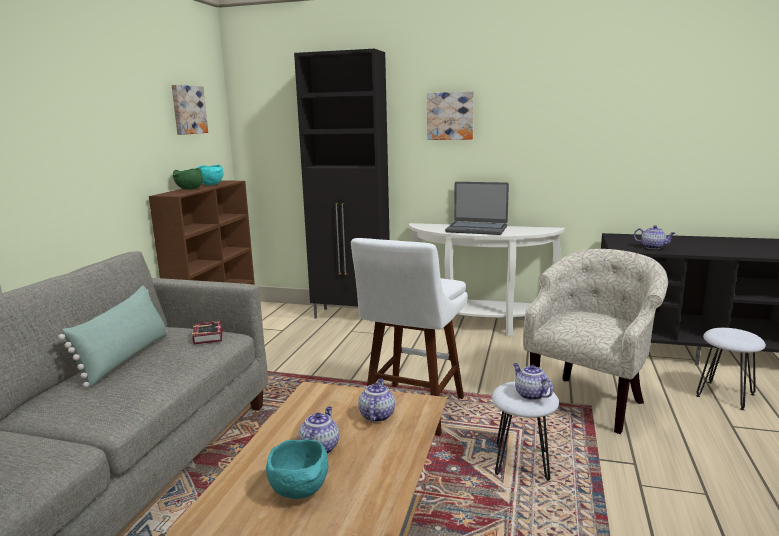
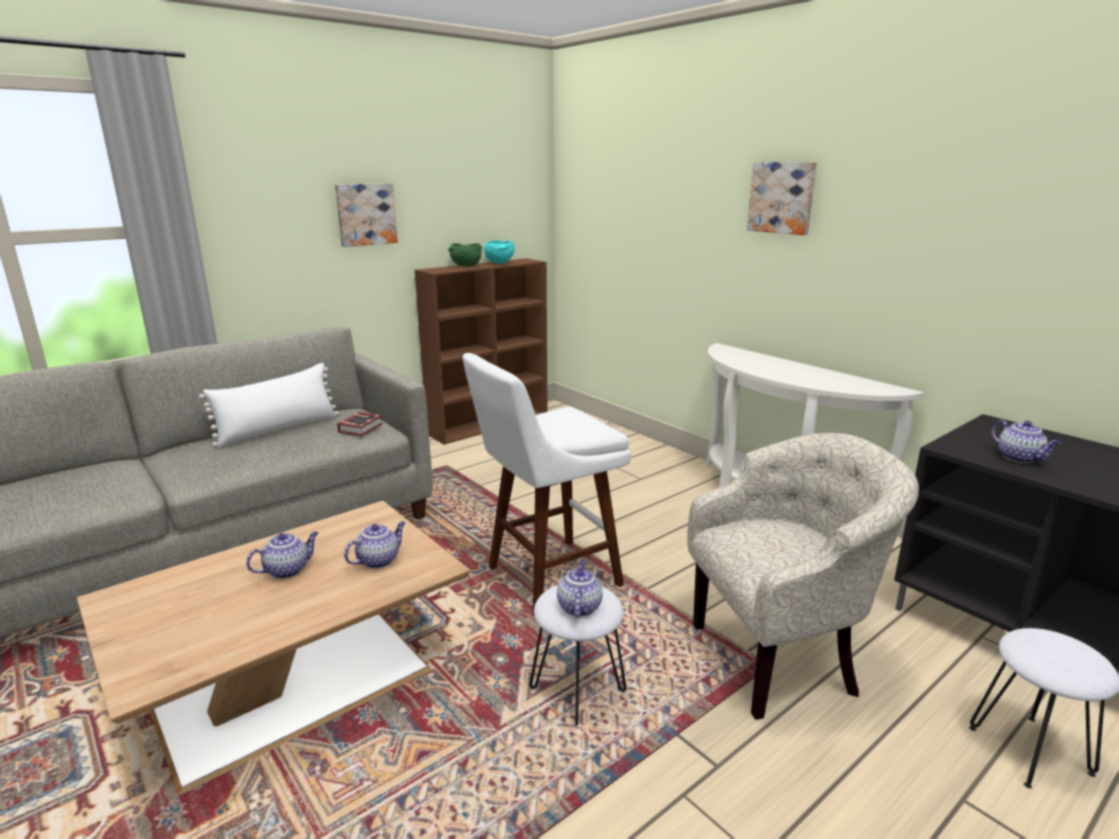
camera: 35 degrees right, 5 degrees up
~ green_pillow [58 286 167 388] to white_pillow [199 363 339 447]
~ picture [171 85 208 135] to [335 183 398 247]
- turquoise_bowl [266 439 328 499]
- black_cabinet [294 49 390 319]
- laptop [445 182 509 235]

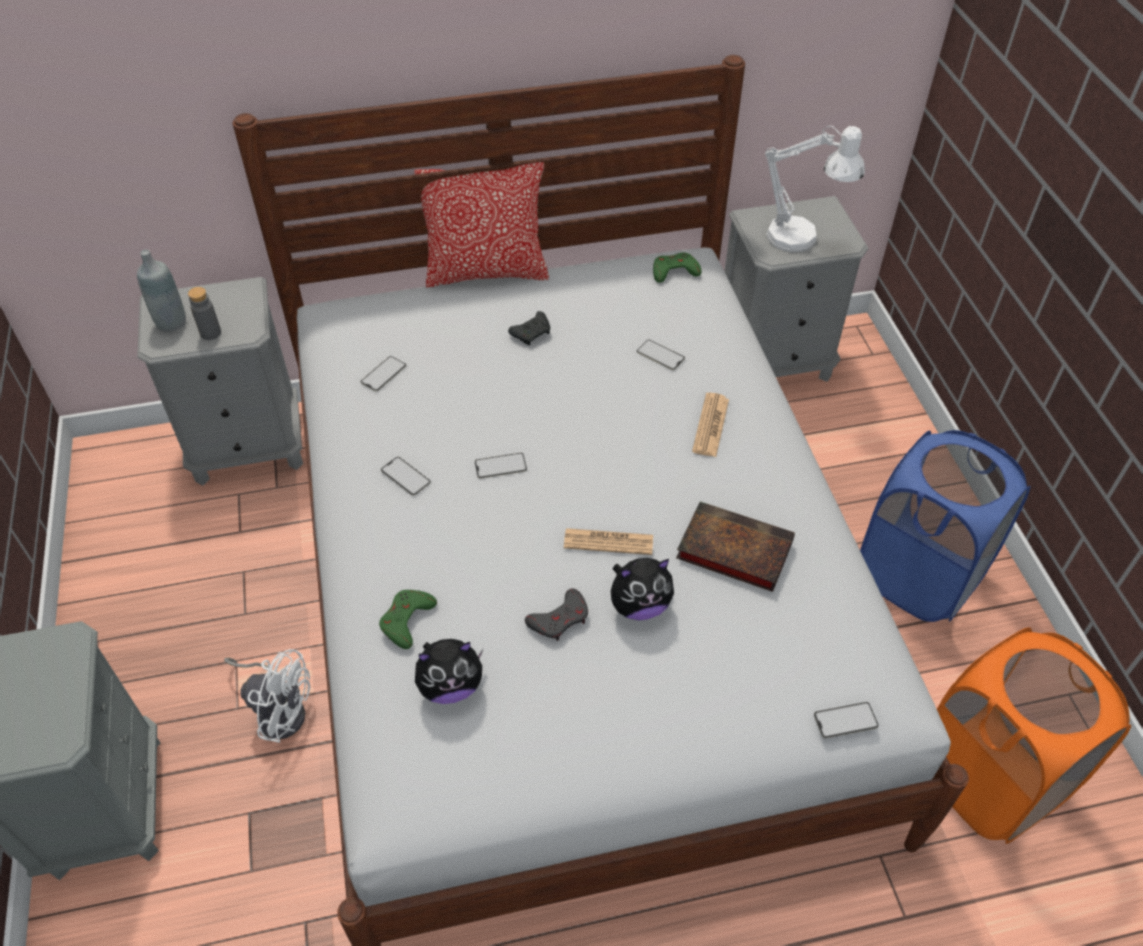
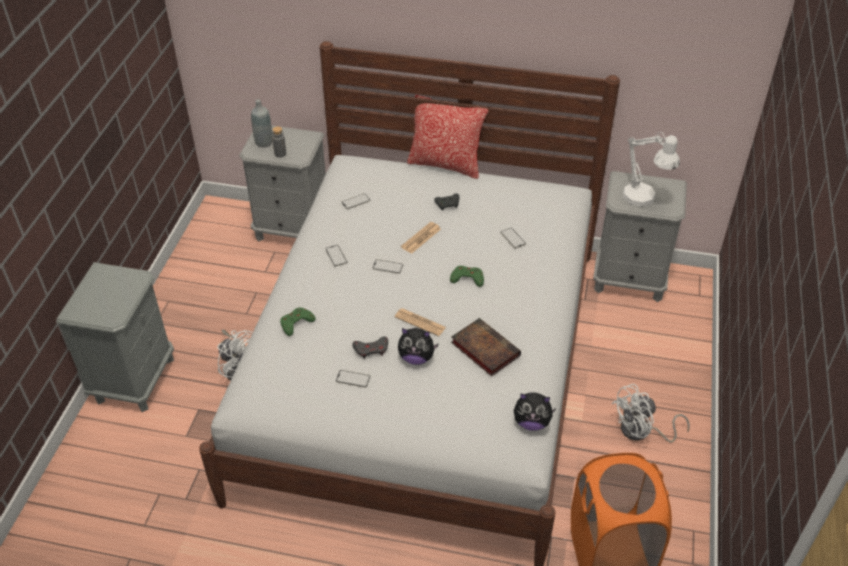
camera: 25 degrees right, 5 degrees down
~ phone [814 702 879 739] to [336 370 370 388]
~ newspaper [692 393 729 457] to [401 222 441 254]
~ green_game_controller [653 252 702 283] to [450 266 484 287]
~ plush_toy [415 639 483 704] to [514 393 556 431]
~ blue_laundry_basket [860 430 1031 622] to white_fan [611 384 690 442]

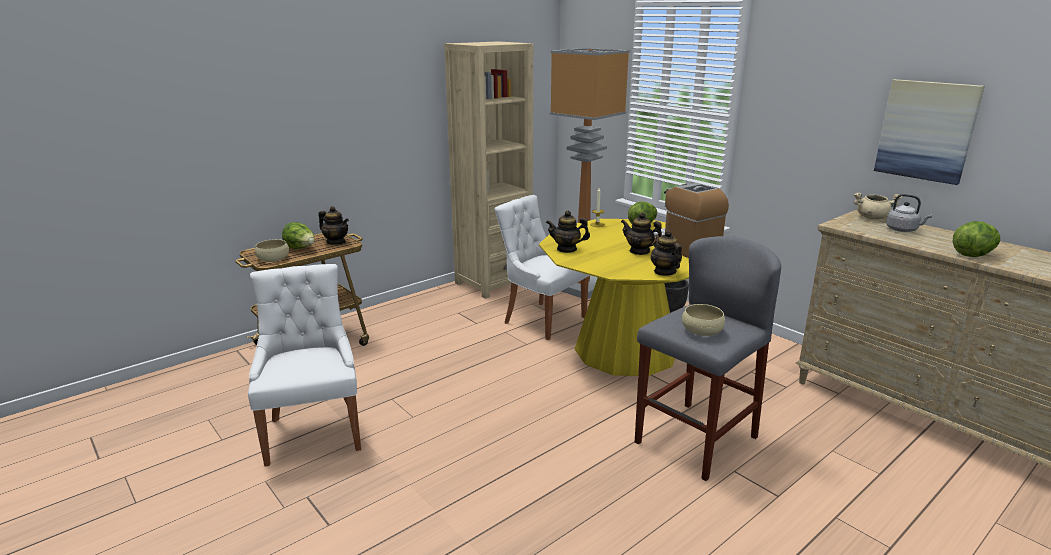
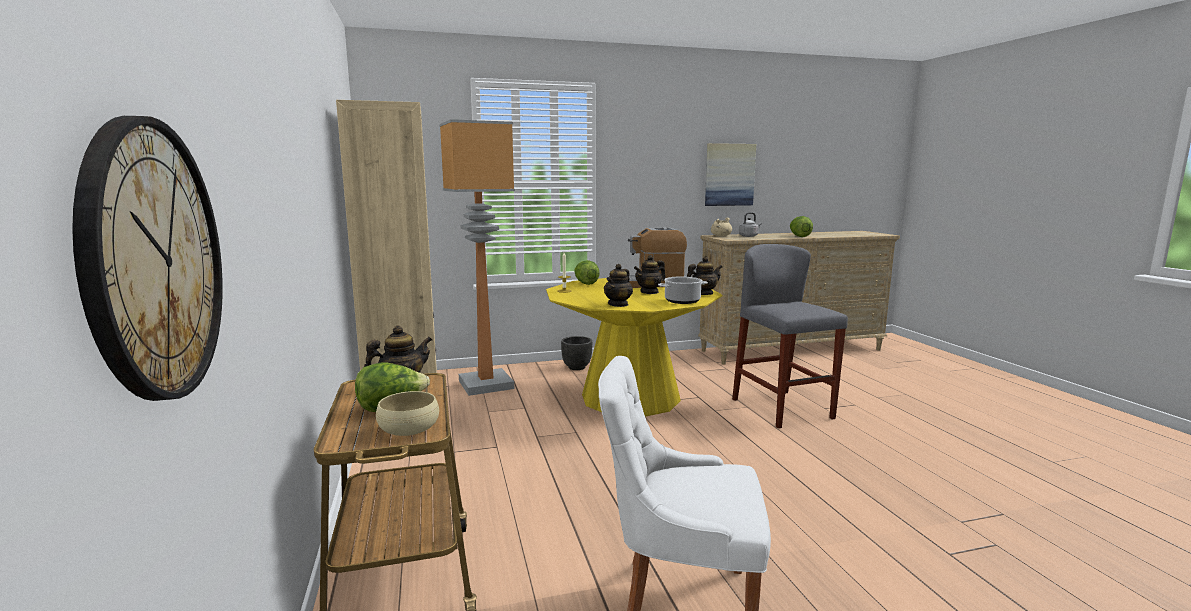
camera: 65 degrees left, 10 degrees down
+ wall_clock [72 116 223 401]
+ cooking_pot [658 277 708 304]
~ teapot [651 230 682 276] = [687 256 722 295] 150 degrees clockwise
- white_chair [495 195 590 340]
- beige_bowl [682 304 725 336]

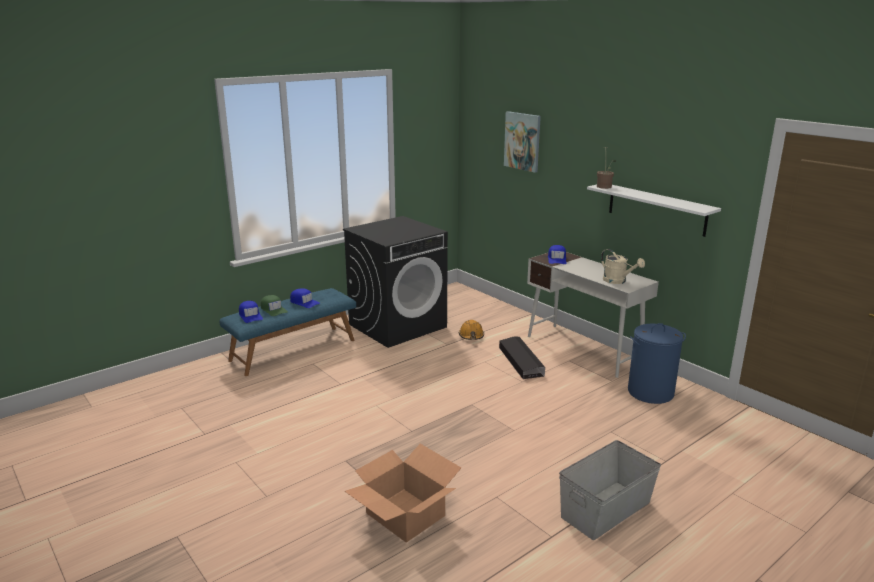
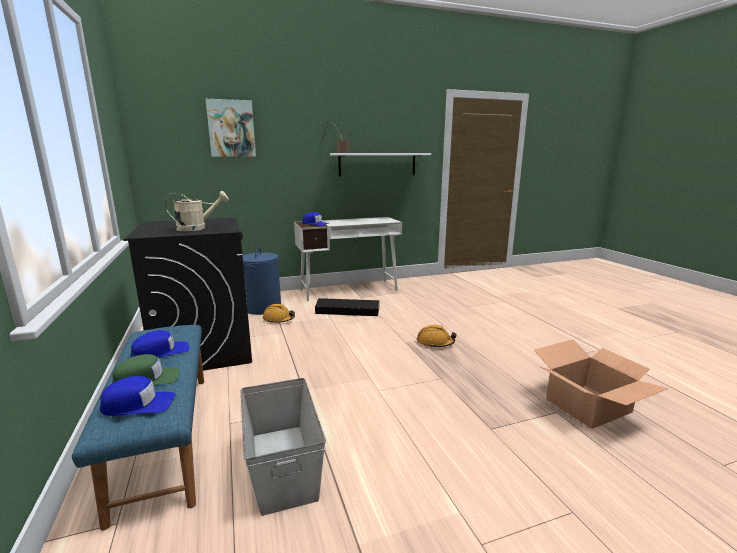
camera: 70 degrees left, 5 degrees down
~ beige_watering_can [601 249 645 284] to [164 191 229 231]
~ grey_storage_box [559 440 661 540] to [241 378 326 516]
~ blue_laundry_basket [628 323 686 404] to [243 248 281 315]
+ orange_hard_hat [417 325 457 348]

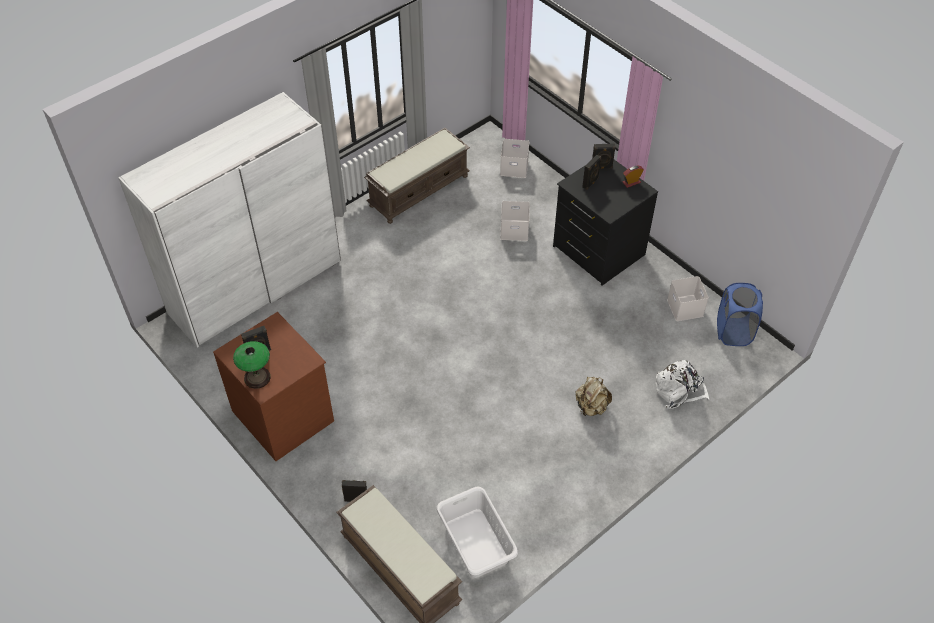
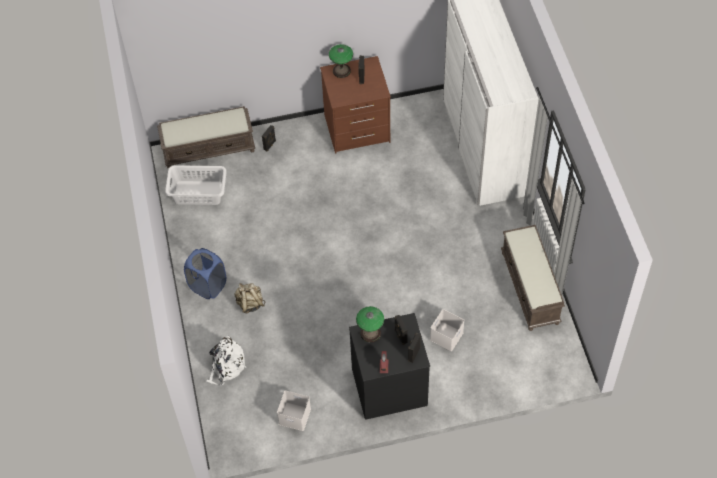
camera: 120 degrees right, 5 degrees up
~ blue_laundry_basket [717 283 763 346] to [184 248 226 299]
+ table_lamp [356 306 384 343]
- white_storage_box [500 139 529 178]

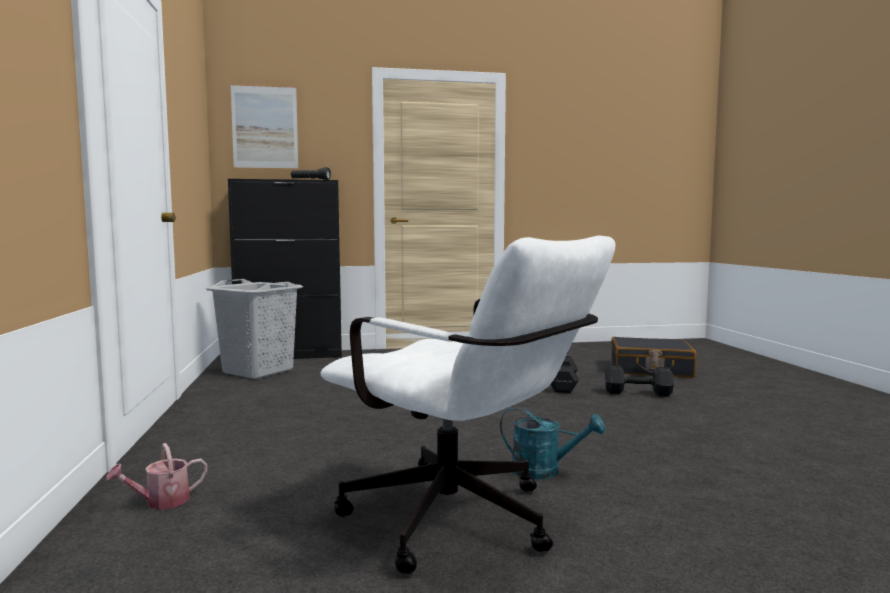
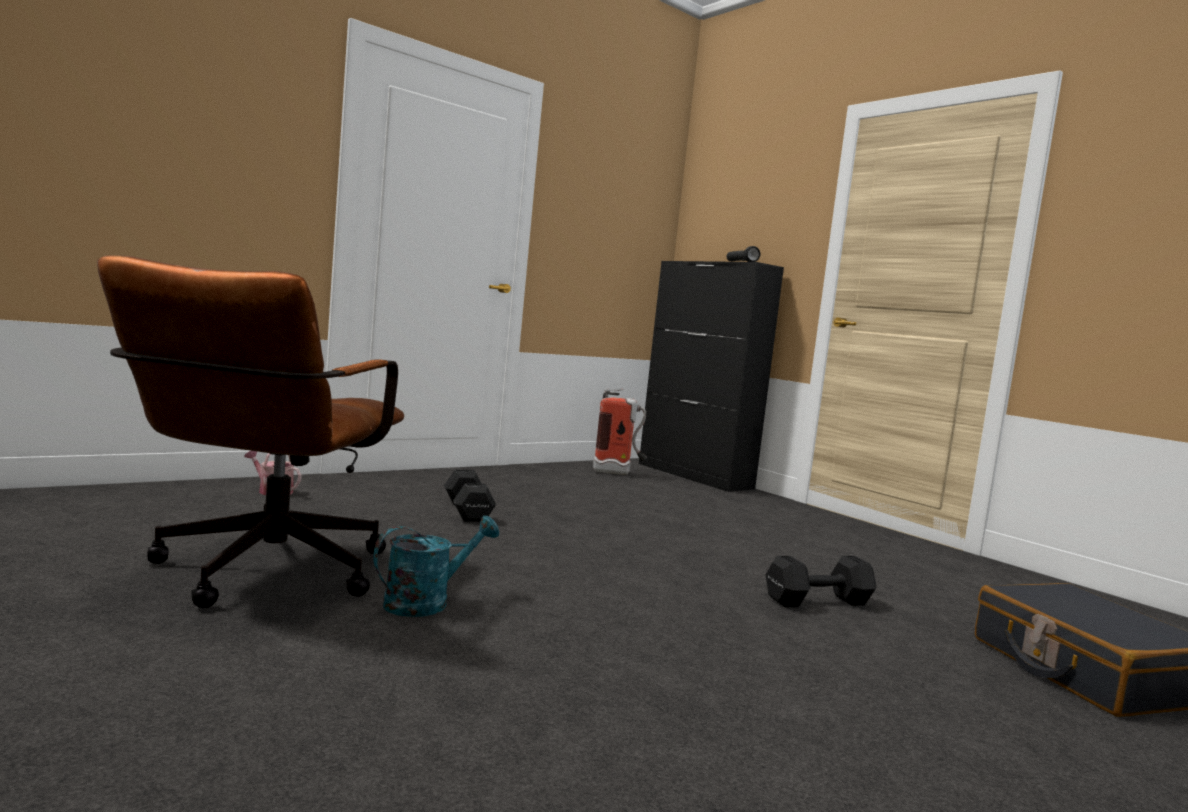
camera: 60 degrees right, 0 degrees up
~ white_office_chair [320 236 615 574] to brown_office_chair [97 255 405 608]
~ turquoise_watering_can [500 407 605 479] = [373 515 499 617] 120 degrees counterclockwise
~ black_dumbbell [605 365 674 397] to [444 470 496 522]
~ grey_laundry_basket [206 279 303 379] to fire_extinguisher [593 389 647 475]
- picture [230 83 299 170]

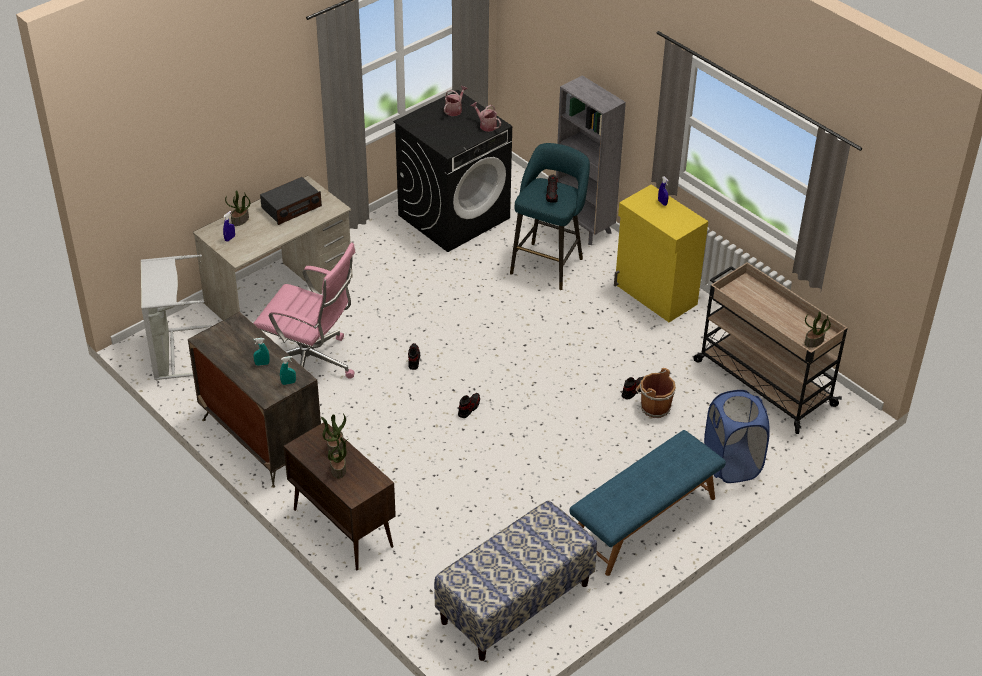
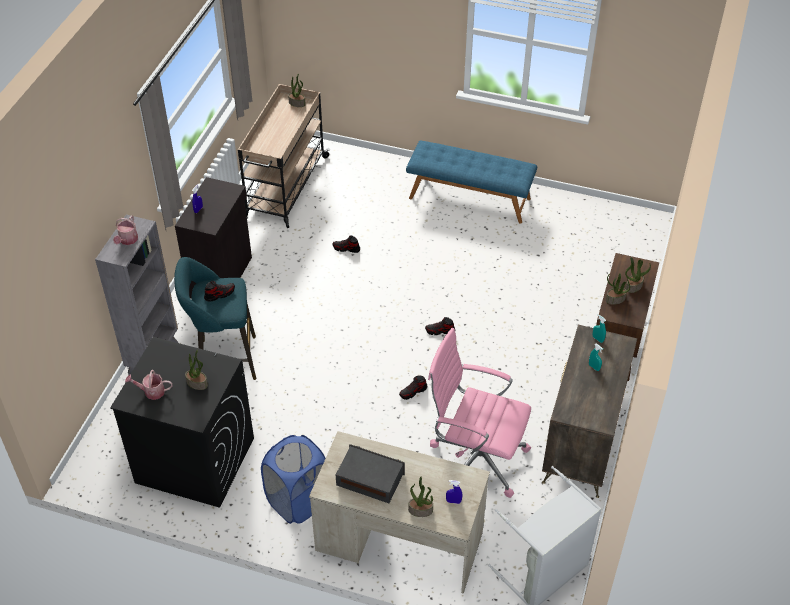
camera: 120 degrees left, 5 degrees up
~ watering_can [471 102 501 132] to [113 216 138 245]
~ yellow_cabinet [614 184 708 322] to black_cabinet [175 177 252 298]
+ potted_plant [185 350 208 390]
~ blue_laundry_basket [704 390 770 483] to [261 435 326 524]
~ pink_office_chair [253 243 355 379] = [428 328 531 498] 60 degrees counterclockwise
- bench [434 500 597 661]
- brown_bucket [636 368 676 418]

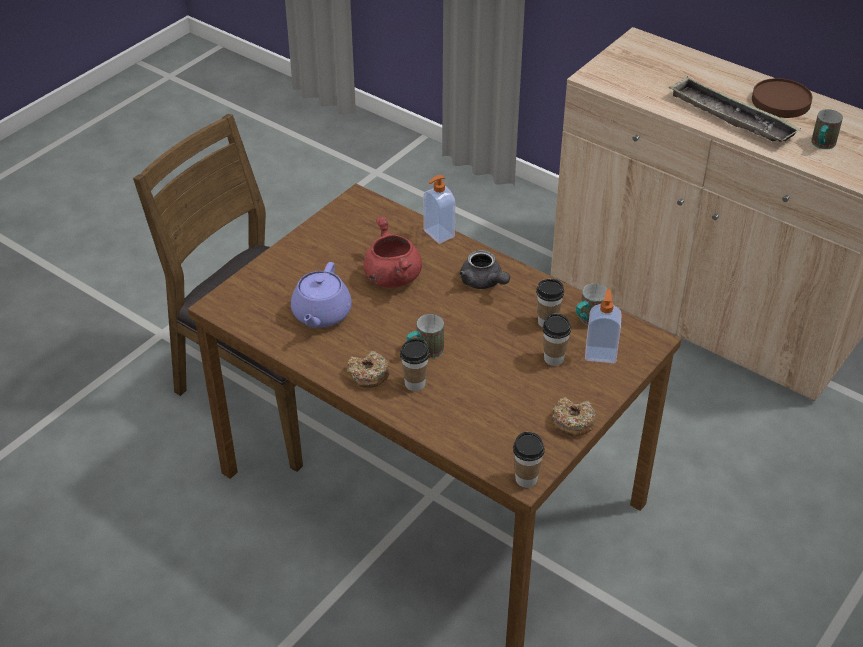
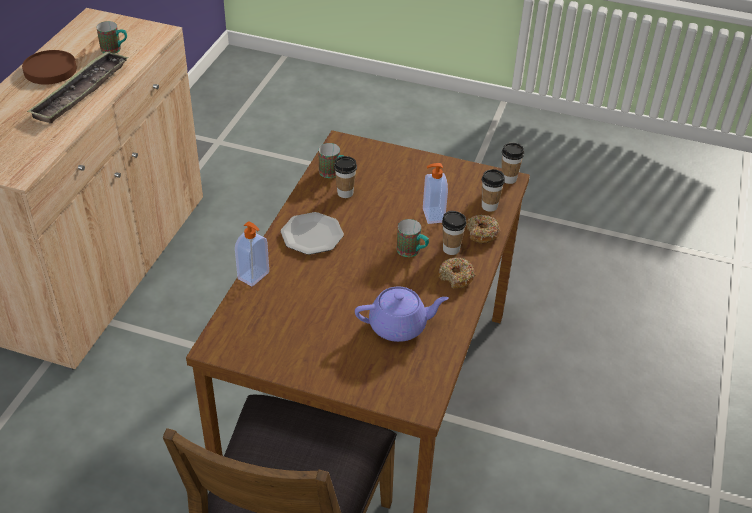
camera: 110 degrees left, 0 degrees up
~ grey_teapot [459 250 510 289] to plate [281 212 344 255]
~ soap_dispenser [585 289 622 363] to [423 163 448 224]
~ donut [552 397 596 436] to [466 215 501 243]
~ cup [542 313 571 366] to [482 169 505 212]
- red_cooking_pot [364 217 422 288]

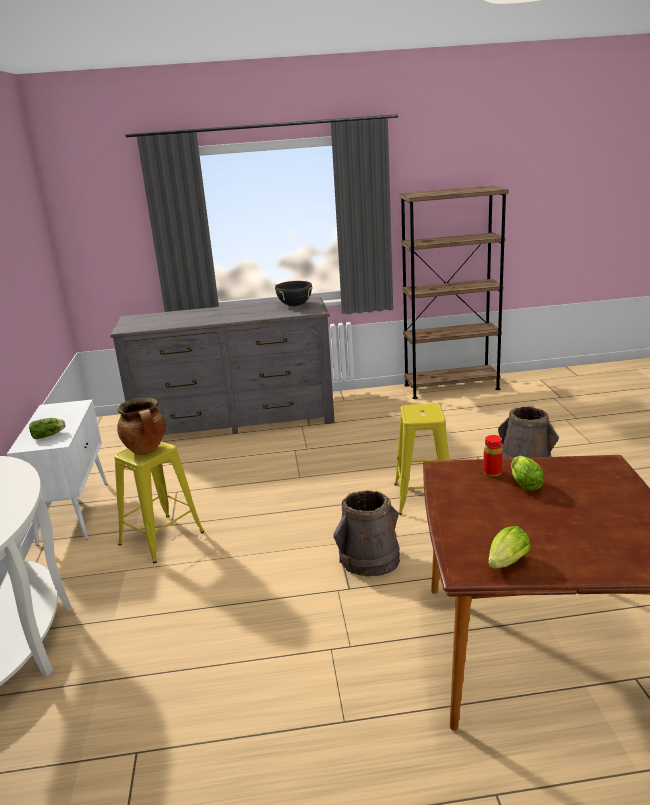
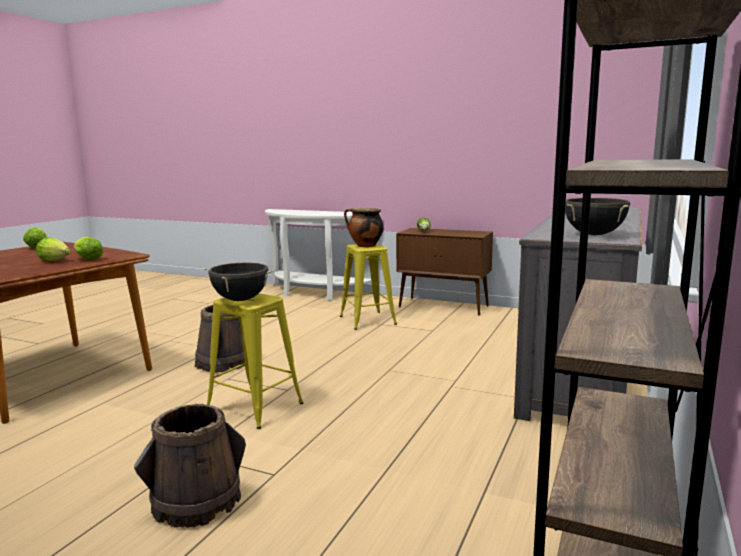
camera: 120 degrees right, 10 degrees down
~ red_bottle [483 435 503 477] to lettuce [74 237 103 260]
+ black_cooking_pot [205 262 273 301]
~ white_cabinet [7 399 107 546] to brown_cabinet [396 228 493 316]

